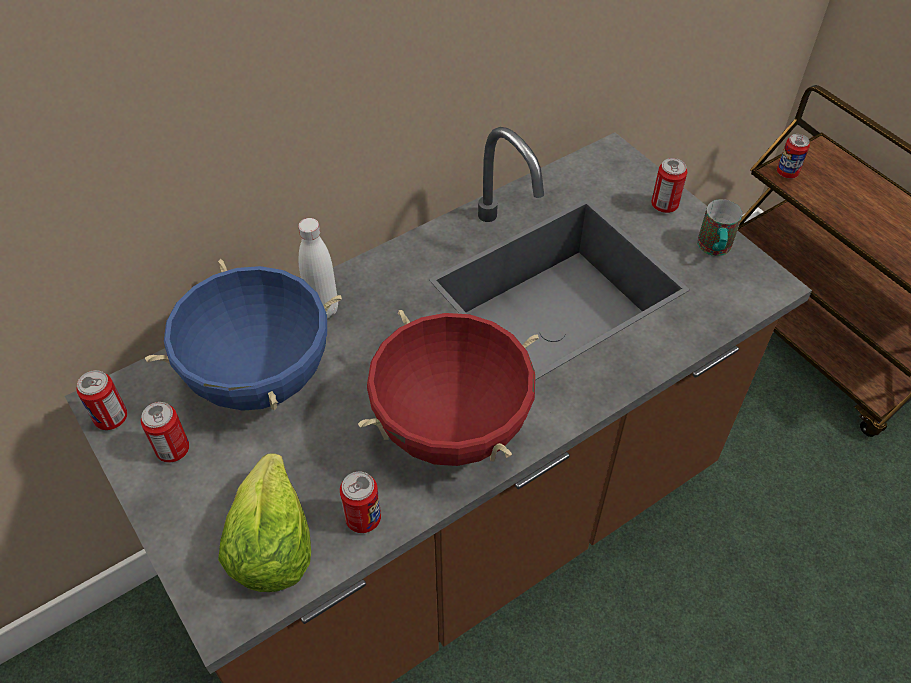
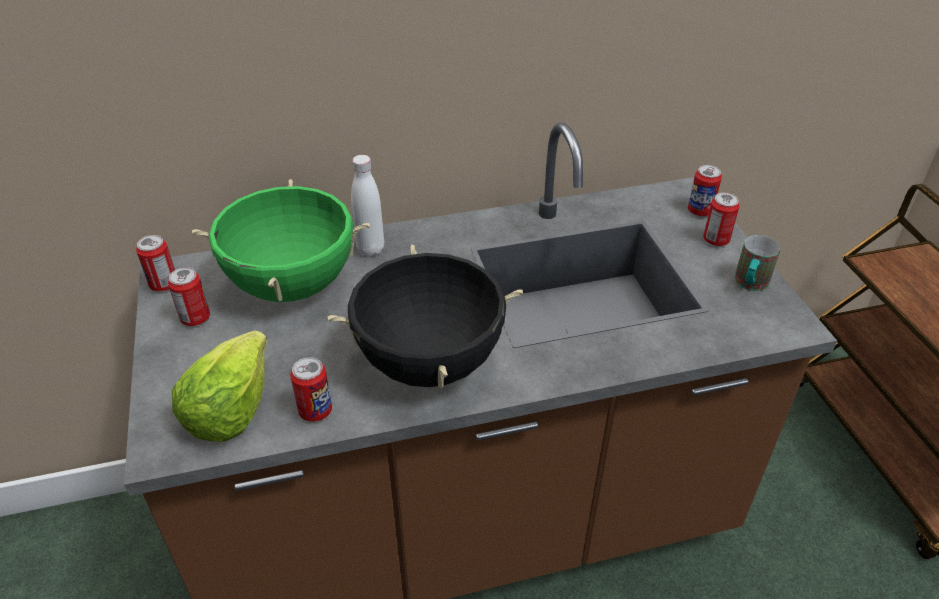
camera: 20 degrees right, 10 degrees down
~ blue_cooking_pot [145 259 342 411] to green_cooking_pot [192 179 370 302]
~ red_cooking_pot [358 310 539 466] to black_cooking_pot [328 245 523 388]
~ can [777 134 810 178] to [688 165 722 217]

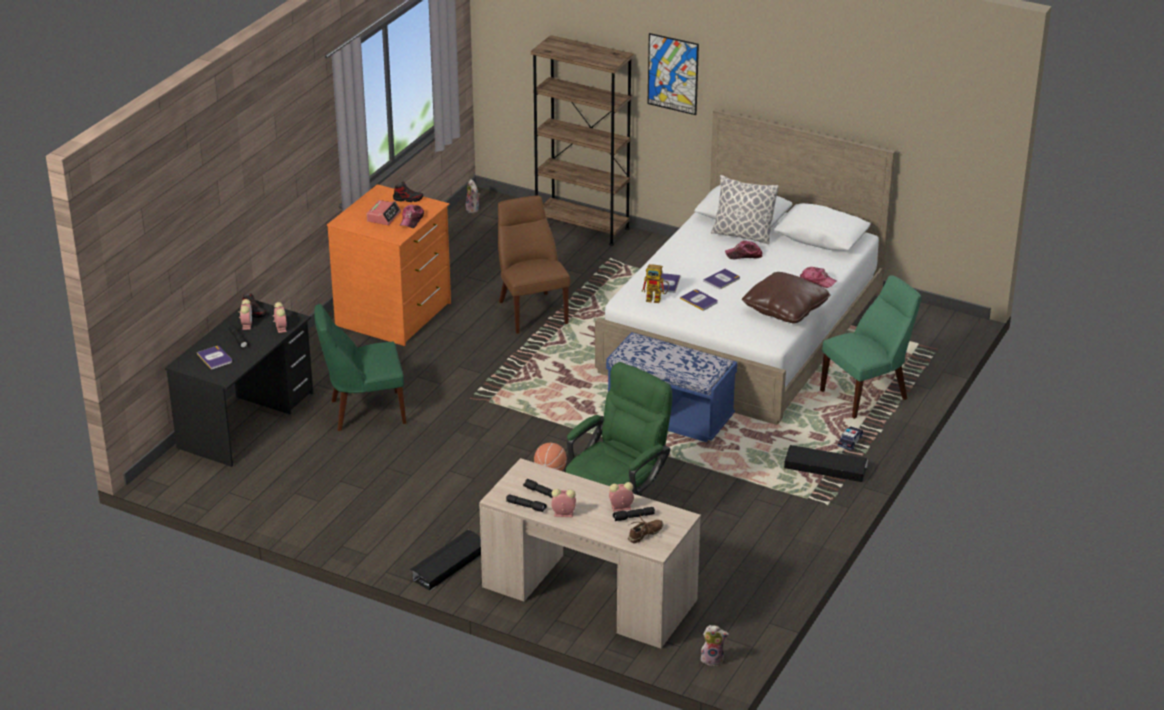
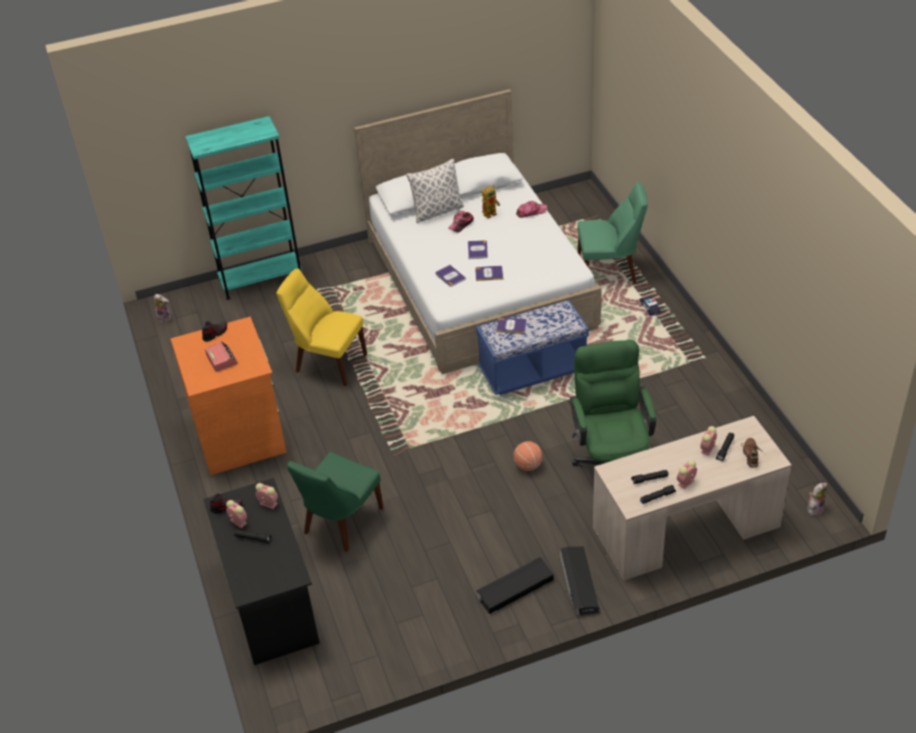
camera: 45 degrees left, 10 degrees up
~ brown_bookcase [531 35 634 246] to turquoise_bookcase [185 116 302 300]
~ brown_chair [498 196 570 334] to yellow_chair [277 269 367 386]
~ black_storage_box [784 445 868 482] to [476 557 554 615]
~ toy_robot [641 264 669 303] to [482 185 500 219]
~ book [197 346 232 370] to [496 317 527 334]
~ green_chair [820 275 921 419] = [577 182 648 283] 75 degrees clockwise
- cap [400 205 424 228]
- picture [647 33 699 115]
- brown_pillow [742 272 831 323]

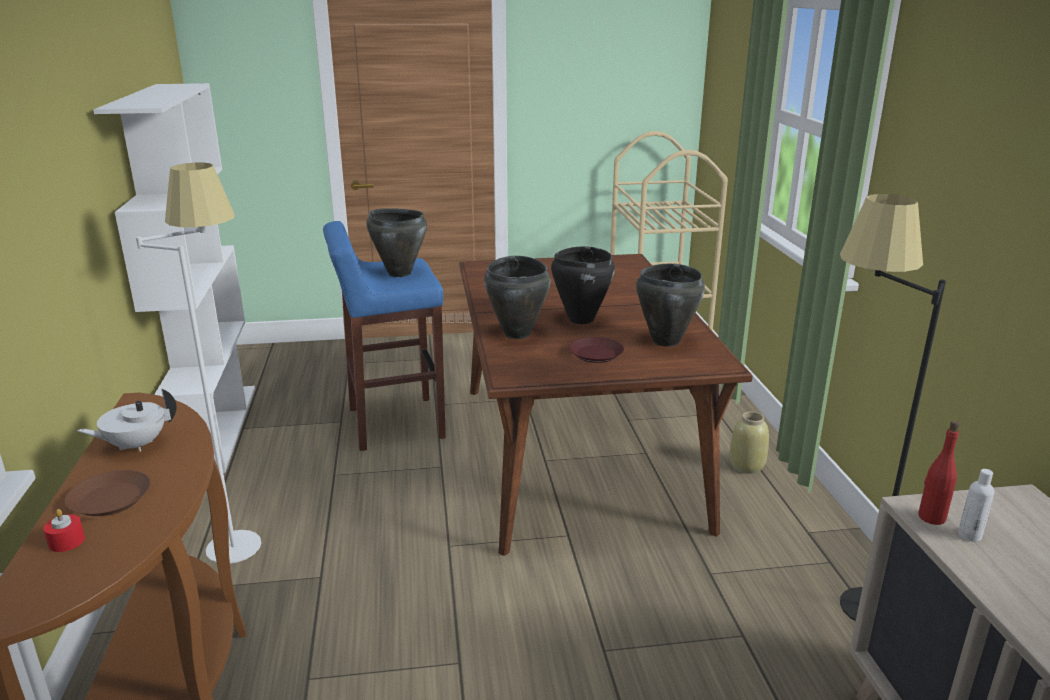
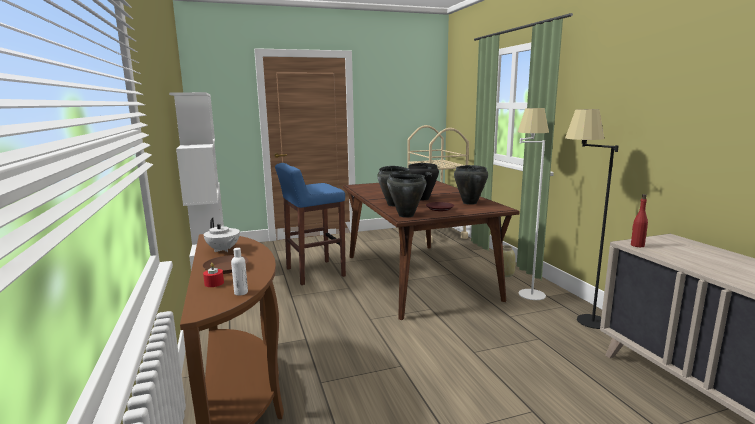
camera: 10 degrees left, 10 degrees down
~ white_teapot [77 389 176 452] = [204 218 240 252] 90 degrees counterclockwise
~ white_bottle [958 469 994 542] to [231 248 248 296]
~ black_cooking_pot [366 208 427 277] to [387 174 427 218]
~ white_floor_lamp [136 163 261 564] to [518 108 549 300]

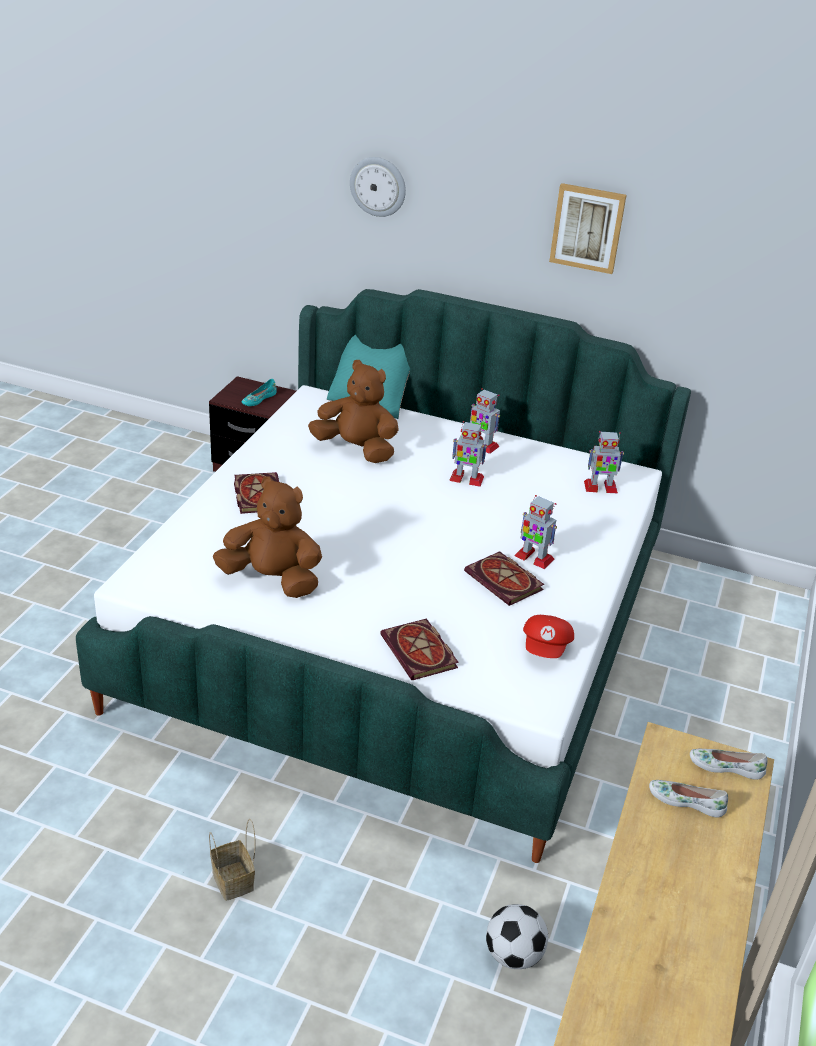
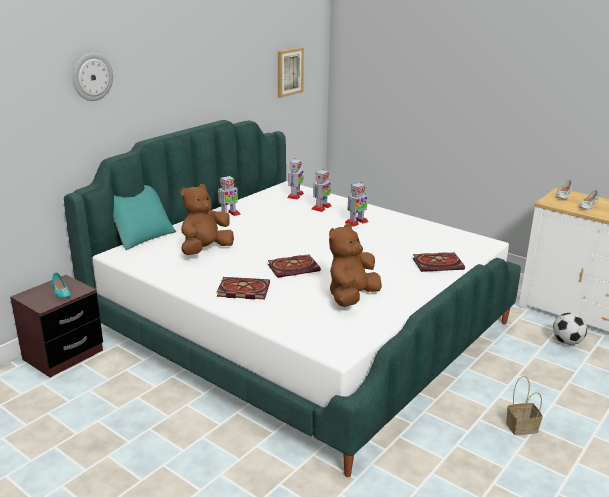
camera: 70 degrees left, 10 degrees down
~ book [464 551 544 606] to [268 254 321 278]
~ picture [549 183 626 274] to [278 47 304 98]
~ toy_robot [449 421 487 487] to [311 169 331 212]
- red_cap [523 615 574 658]

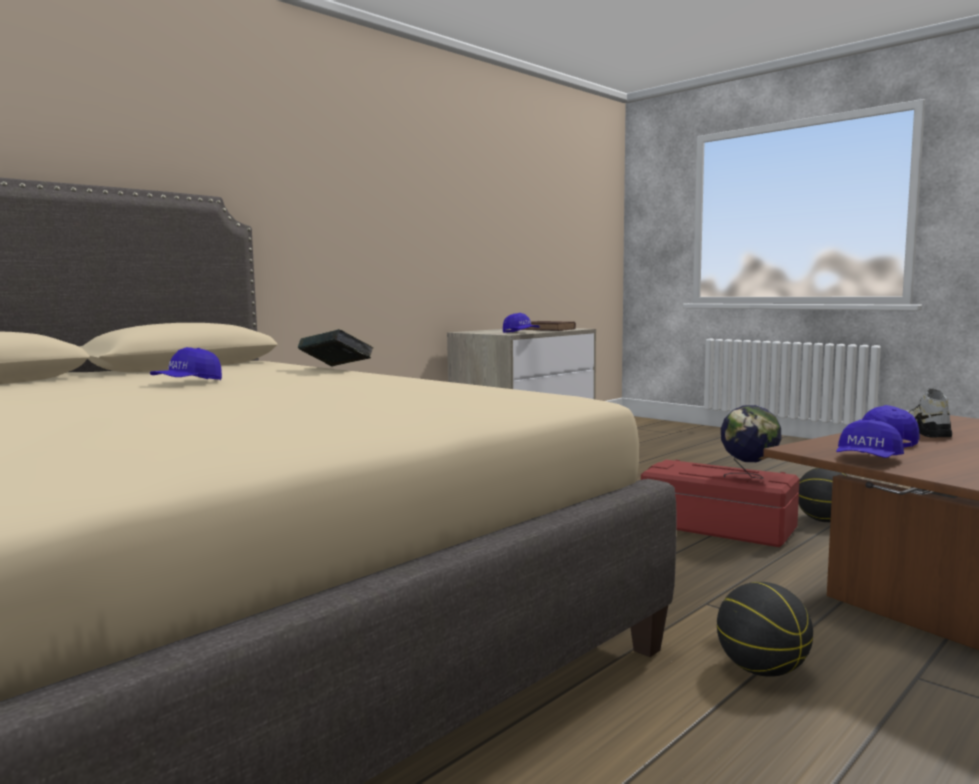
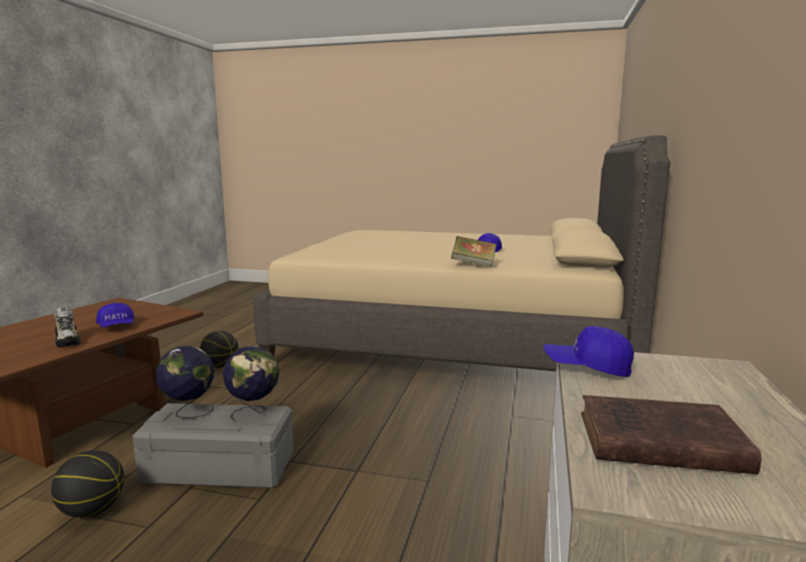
camera: 150 degrees right, 5 degrees up
~ red_storage_box [641 460 799 547] to grey_storage_box [132 403 294 488]
+ globe [223 346 279 420]
- blue_cap [836 419 904 458]

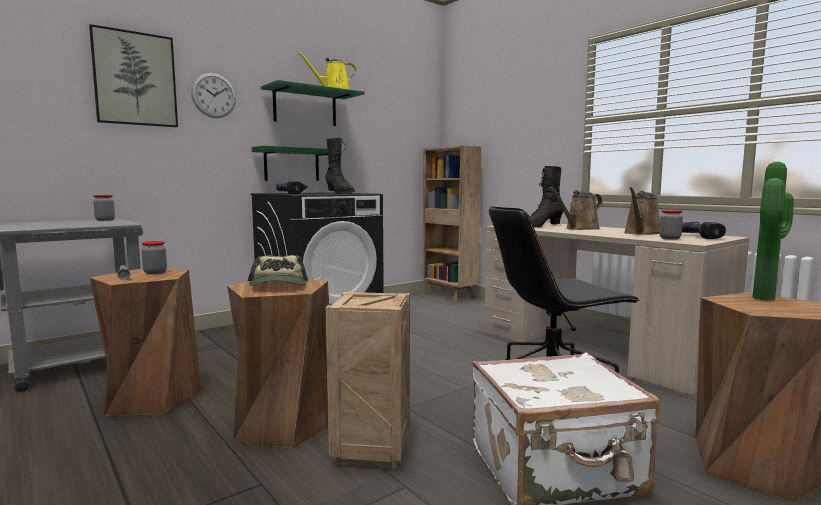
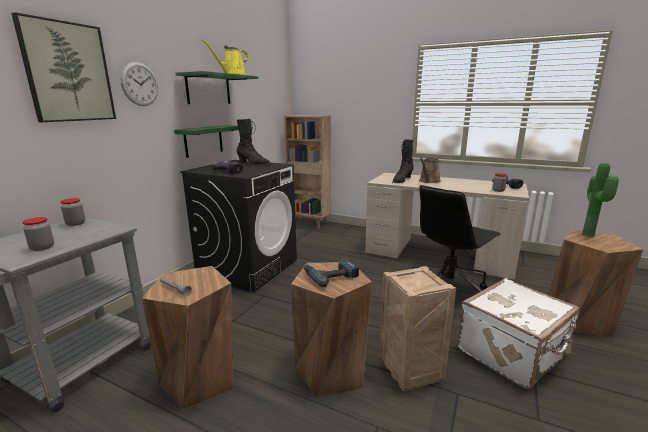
camera: 25 degrees left, 10 degrees up
~ jar [142 241 167 274] to [22 217 54 251]
~ cap [248 255 308 286] to power_drill [304 258 359 287]
- brown_watering_can [624 187 660 235]

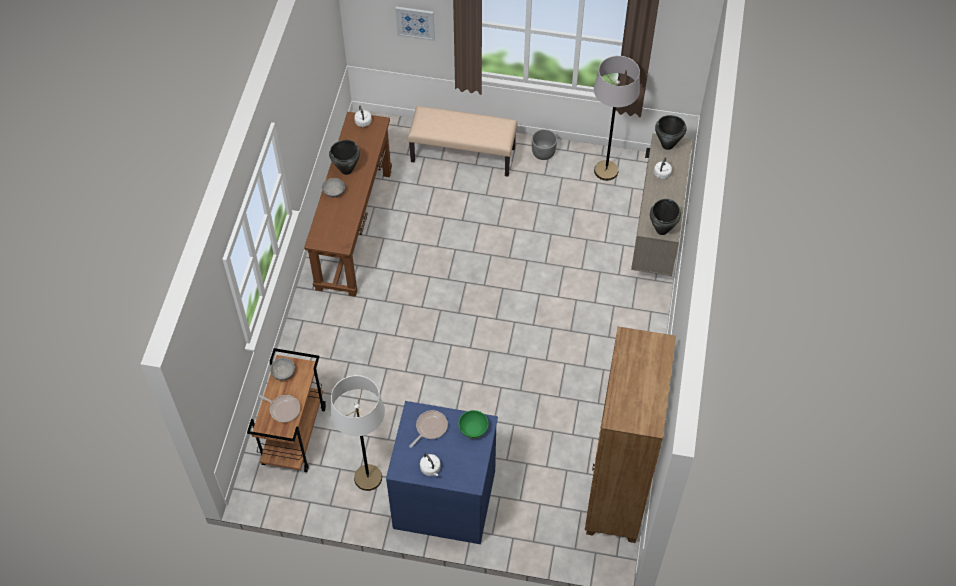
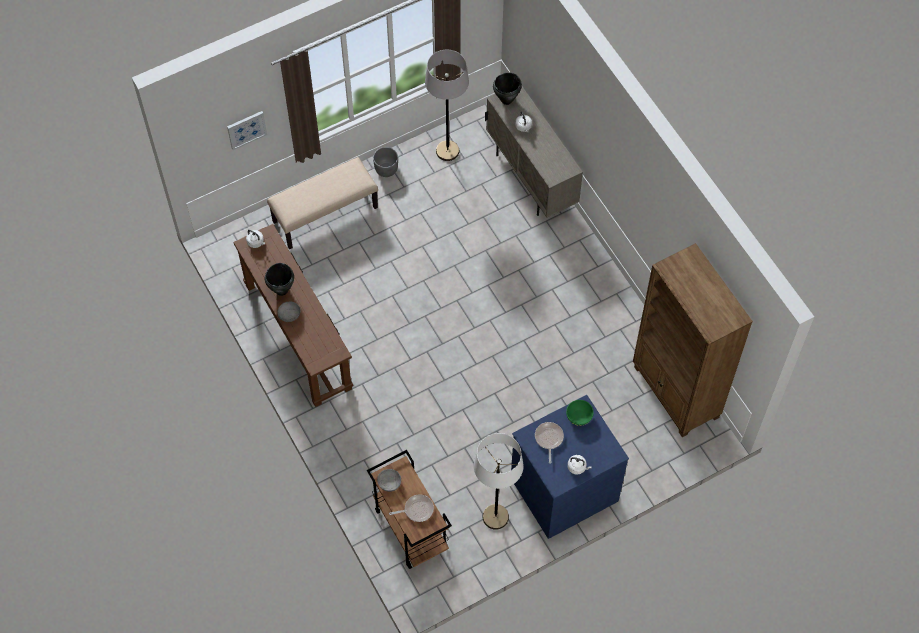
camera: 40 degrees left, 5 degrees up
- black_cooking_pot [650 199 681 235]

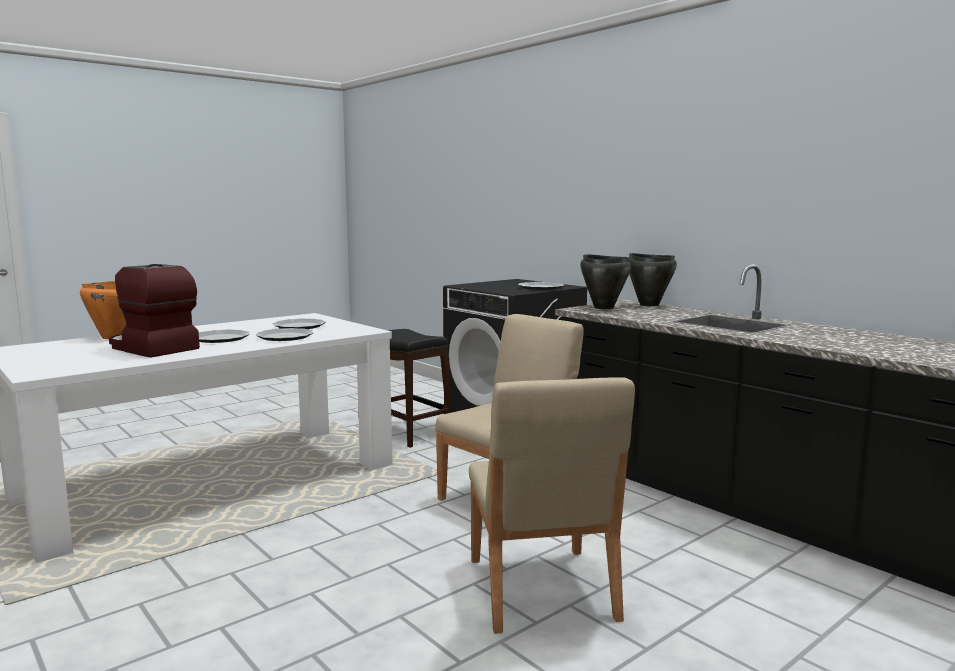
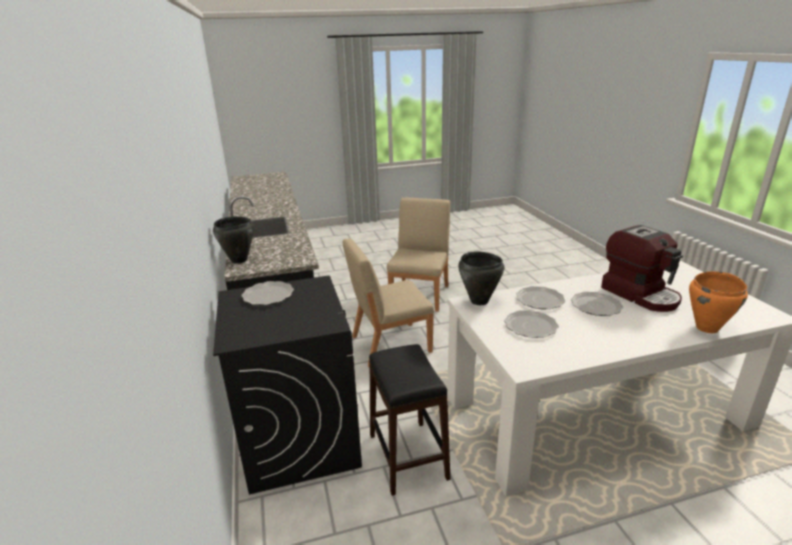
camera: 155 degrees left, 15 degrees up
~ black_cooking_pot [580 254 631 309] to [458 252 504 305]

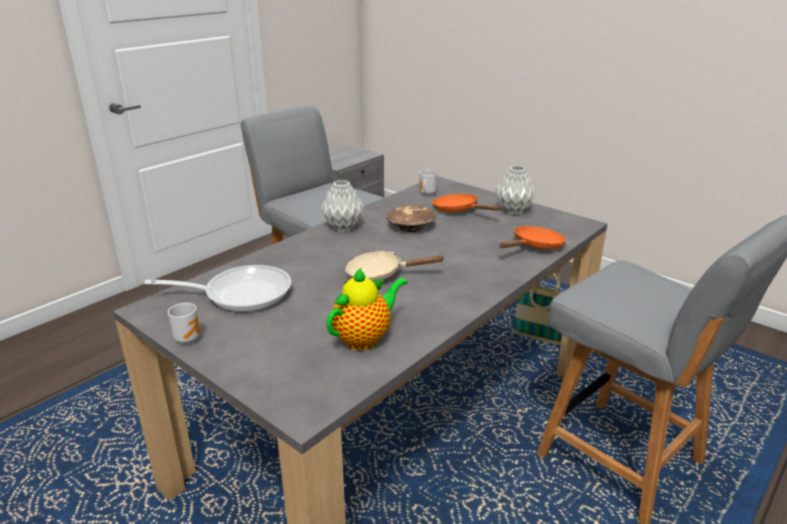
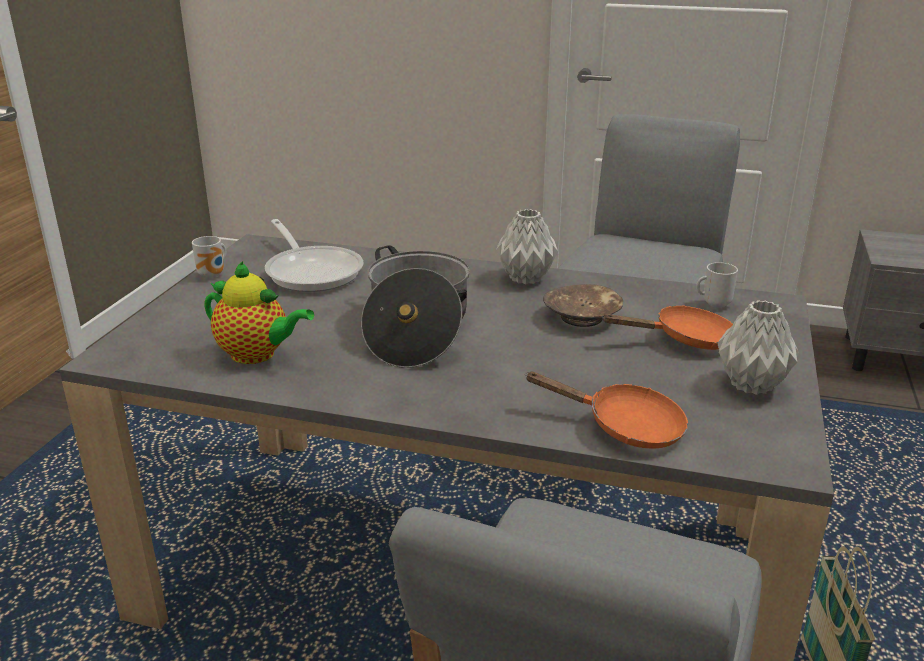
camera: 65 degrees right, 0 degrees up
~ beige_frying_pan [345 251 445 281] to cooking_pot [361 245 470 368]
~ orange_frying_pan [432 194 502 212] = [602 305 733 350] 60 degrees clockwise

